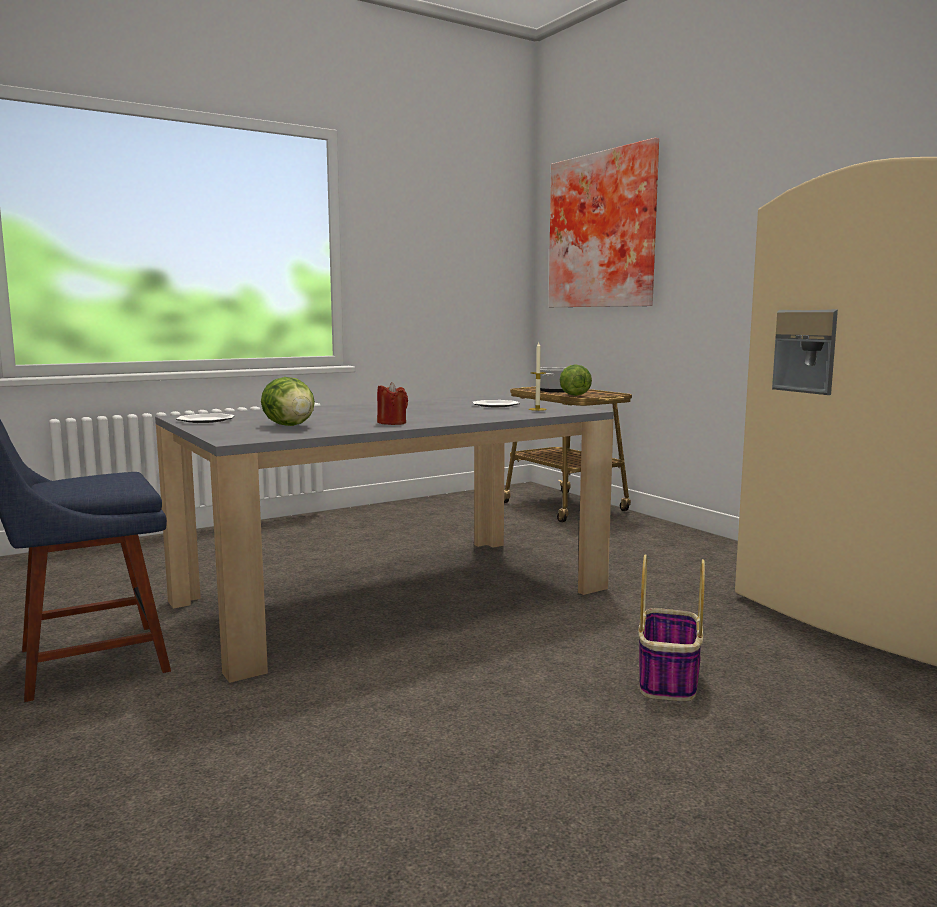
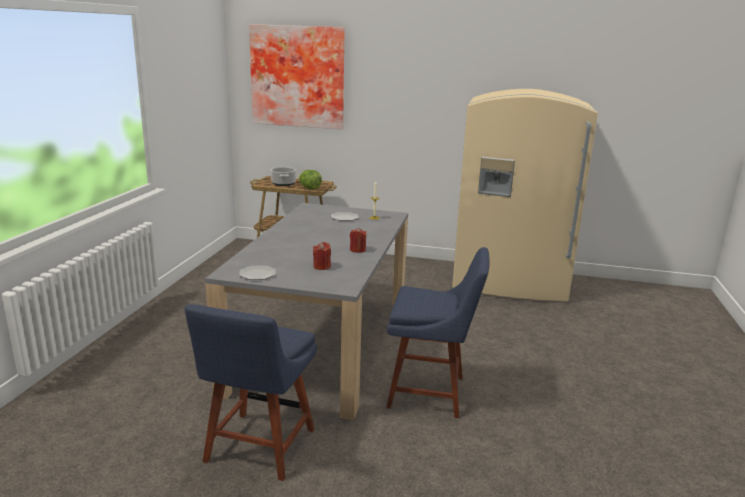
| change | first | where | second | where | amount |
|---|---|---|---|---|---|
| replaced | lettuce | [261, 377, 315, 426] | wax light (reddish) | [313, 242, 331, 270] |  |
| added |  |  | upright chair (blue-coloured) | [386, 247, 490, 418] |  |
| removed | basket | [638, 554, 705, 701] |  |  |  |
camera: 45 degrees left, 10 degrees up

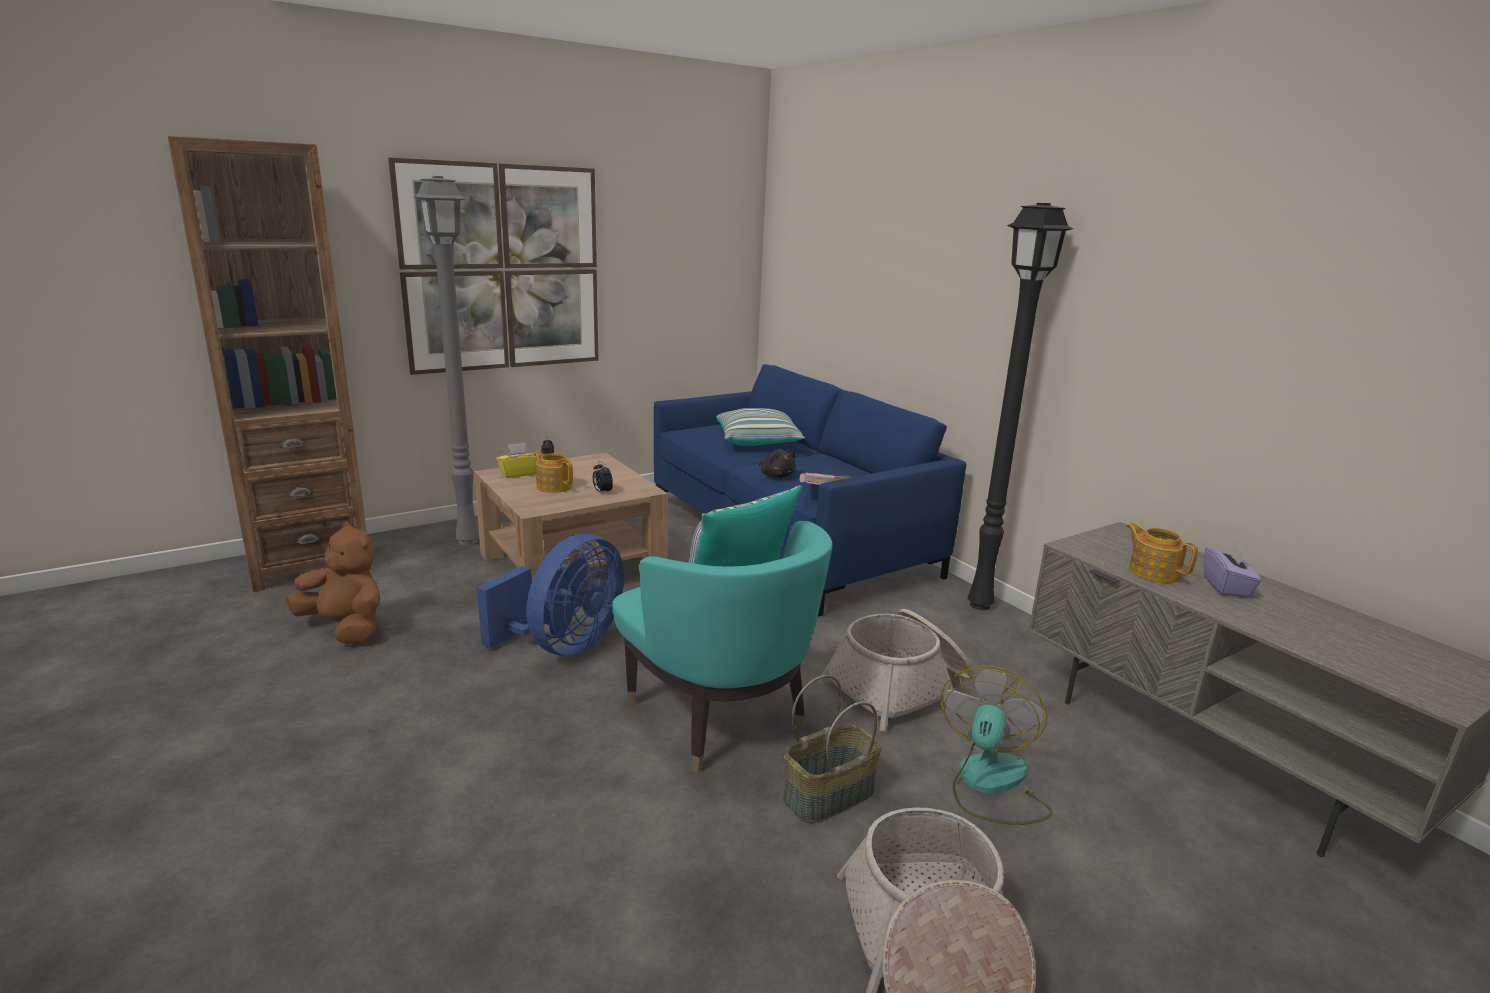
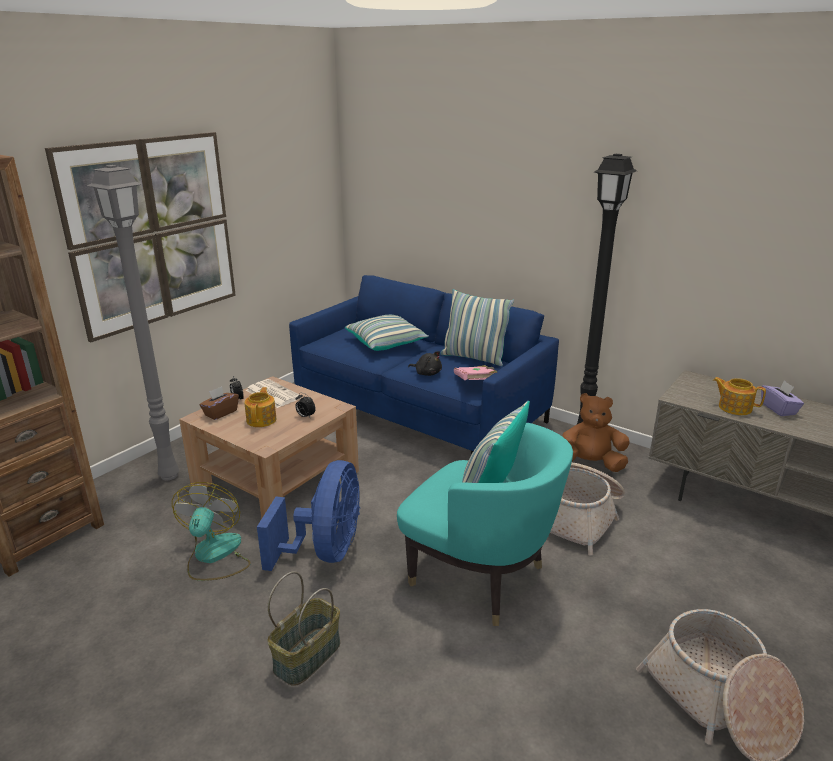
| change | first | where | second | where | amount |
|---|---|---|---|---|---|
| moved | fan | [940, 666, 1053, 825] |  | [172, 482, 251, 581] |  |
| recoloured | tissue holder (yellow) | [496, 443, 537, 478] | tissue holder (brown) | [199, 386, 239, 420] |  |
| turned | pot for tea | [534, 452, 573, 493] |  | [244, 387, 276, 427] | 75 degrees clockwise |
| added |  |  | daily paper | [246, 379, 300, 408] |  |
| moved | basket | [783, 675, 882, 823] |  | [267, 571, 340, 686] |  |
| added |  |  | throw pillow | [440, 289, 514, 366] |  |
| moved | cuddly toy (brown) | [285, 522, 380, 644] |  | [562, 393, 630, 472] |  |
camera: 20 degrees left, 5 degrees up

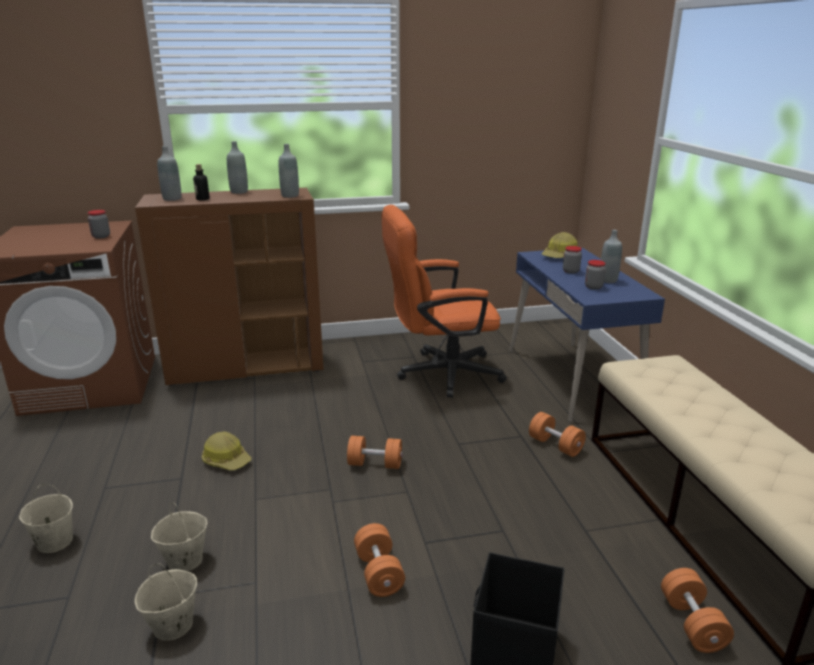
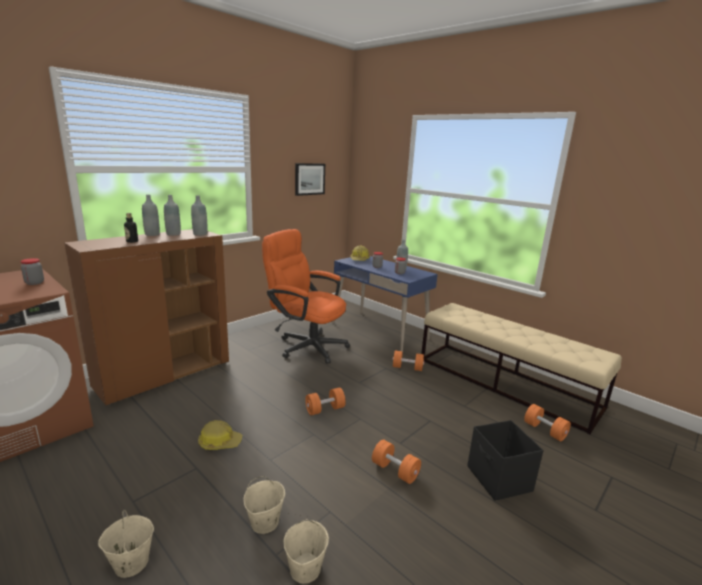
| change | first | where | second | where | amount |
|---|---|---|---|---|---|
| moved | drink bottle (gray) | [157, 146, 181, 201] |  | [164, 195, 181, 236] |  |
| turned | desk chair (orangey) | [382, 205, 507, 398] |  | [262, 229, 350, 364] | 75 degrees clockwise |
| added |  |  | wall picture | [295, 163, 325, 196] |  |
camera: 35 degrees left, 5 degrees down

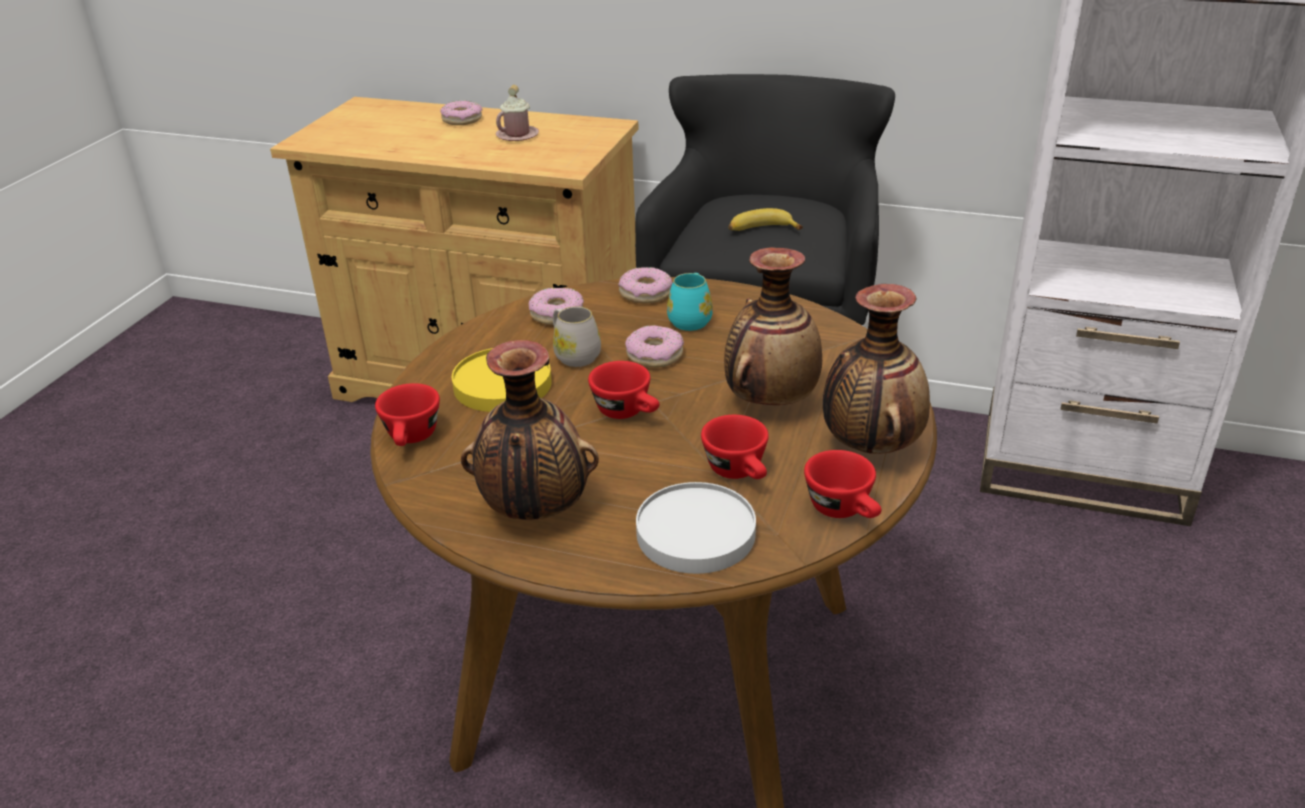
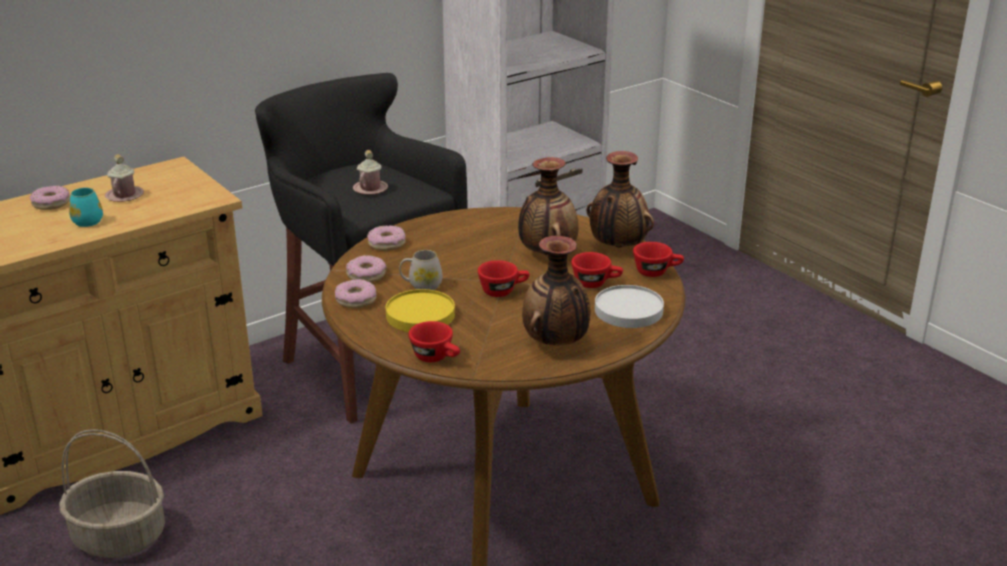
| change | first | where | second | where | amount |
|---|---|---|---|---|---|
| added |  |  | basket | [59, 429, 165, 558] |  |
| moved | mug (blue-green) | [667, 273, 713, 331] |  | [69, 188, 103, 227] |  |
| moved | doughnut | [625, 325, 684, 368] |  | [335, 279, 376, 308] |  |
| replaced | whole banana | [729, 208, 803, 231] | mug (pinkish) | [353, 150, 388, 195] |  |
camera: 55 degrees left, 5 degrees down

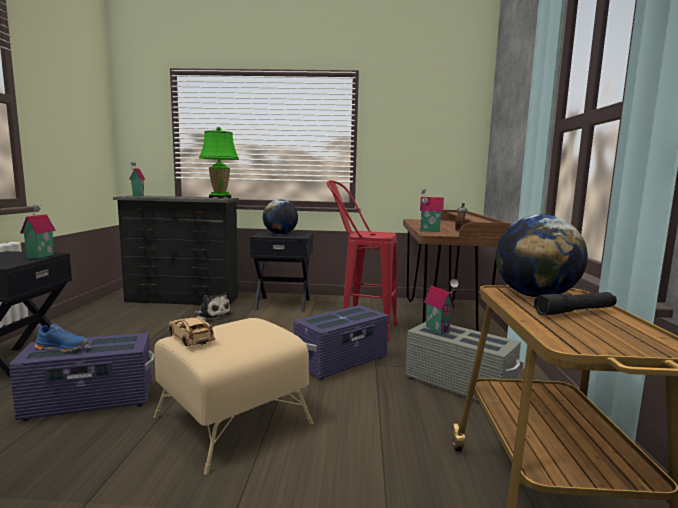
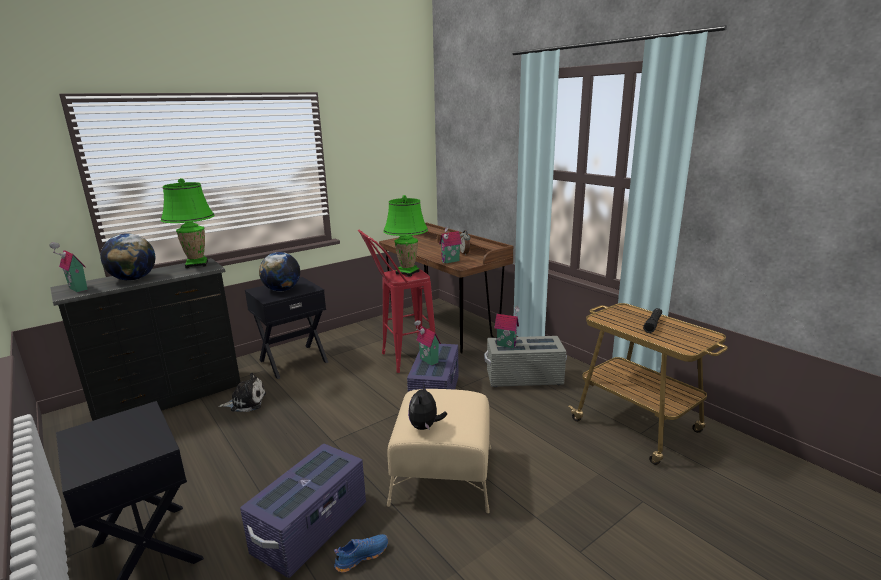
| change | first | where | second | where | amount |
|---|---|---|---|---|---|
| moved | world globe | [495, 214, 588, 297] |  | [100, 233, 155, 281] |  |
| moved | low shoe (blue-coloured) | [35, 324, 89, 352] |  | [334, 534, 388, 573] |  |
| added |  |  | lamp for a table (green-coloured) | [383, 195, 428, 277] |  |
| replaced | miniature car (beige) | [167, 317, 215, 346] | cuddly toy | [408, 383, 447, 430] |  |
| moved | model house | [20, 204, 56, 259] |  | [414, 320, 441, 366] |  |
camera: 40 degrees left, 10 degrees up

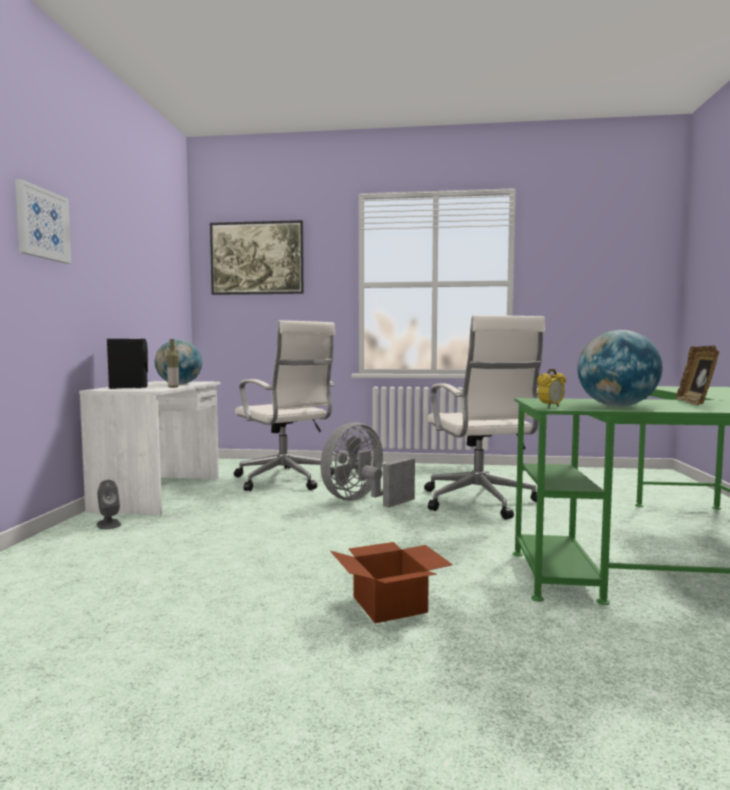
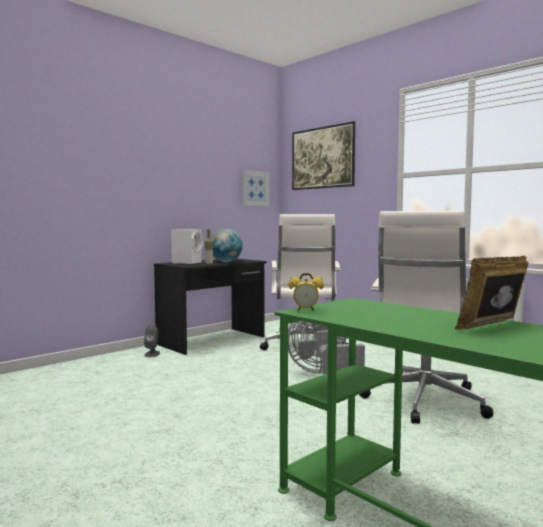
| change | first | where | second | where | amount |
|---|---|---|---|---|---|
| recoloured | desk unit (white-coloured) | [79, 381, 220, 515] | desk unit (black-coloured) | [154, 259, 267, 355] |  |
| recoloured | audio speaker (black-coloured) | [107, 339, 148, 389] | audio speaker (white-coloured) | [171, 229, 203, 264] |  |
| moved | wall picture | [15, 179, 71, 264] |  | [242, 170, 269, 206] |  |
| removed | carton | [330, 542, 453, 624] |  |  |  |
| removed | world globe | [578, 330, 663, 407] |  |  |  |
camera: 40 degrees right, 0 degrees up

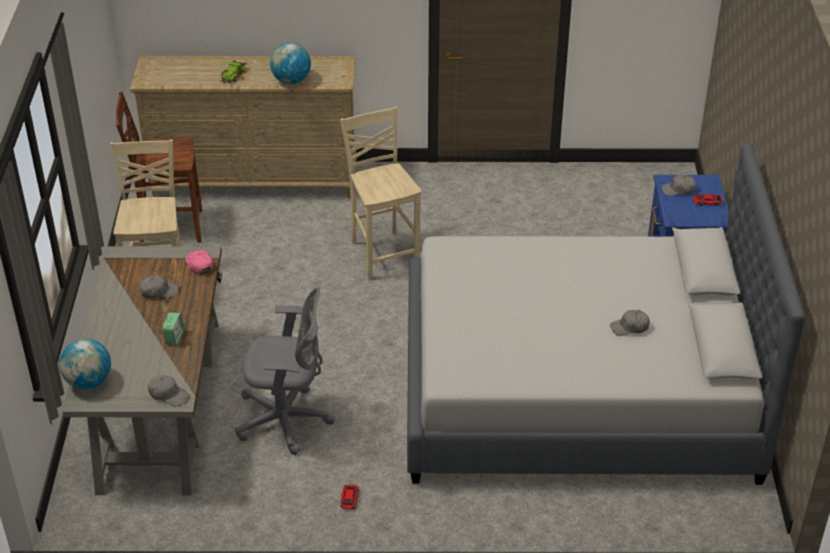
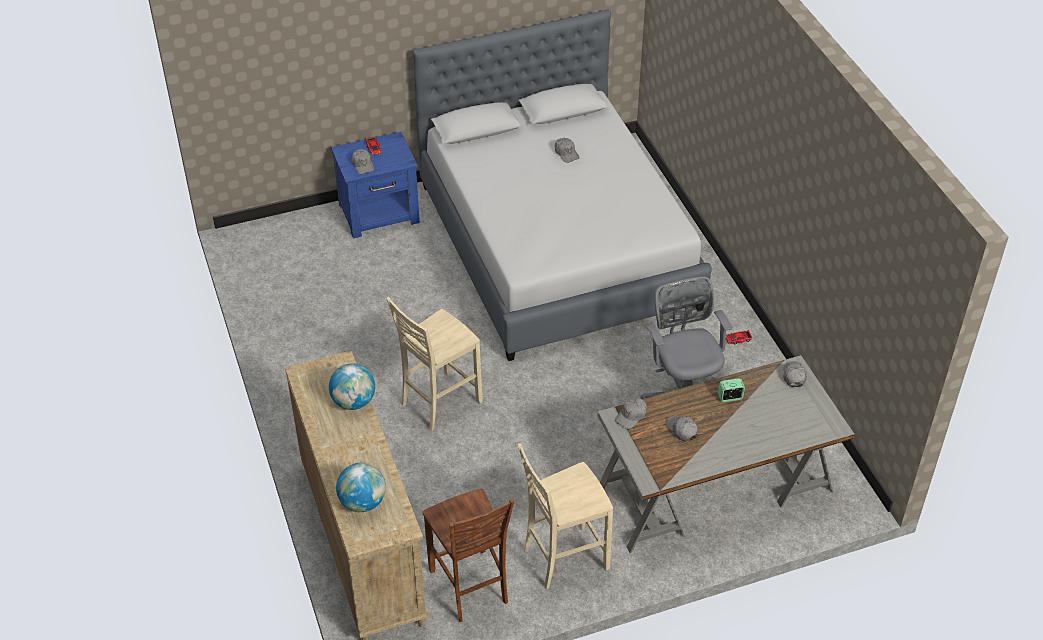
| change | first | where | second | where | amount |
|---|---|---|---|---|---|
| moved | world globe | [59, 339, 111, 389] |  | [336, 463, 386, 512] |  |
| recoloured | baseball cap (pinkish) | [186, 250, 213, 275] | baseball cap (gray) | [615, 398, 647, 429] |  |
| removed | miniature car | [220, 60, 246, 85] |  |  |  |
camera: 110 degrees left, 5 degrees up

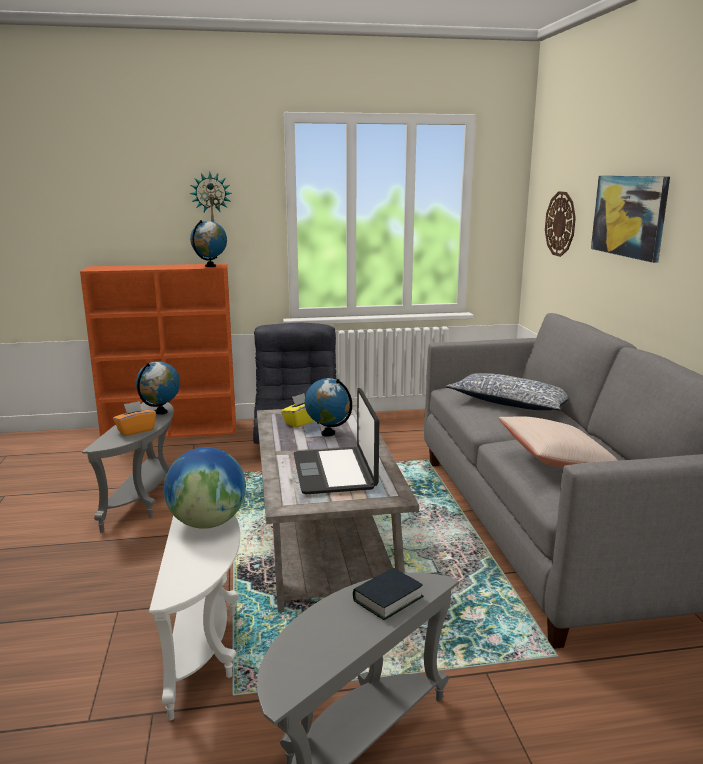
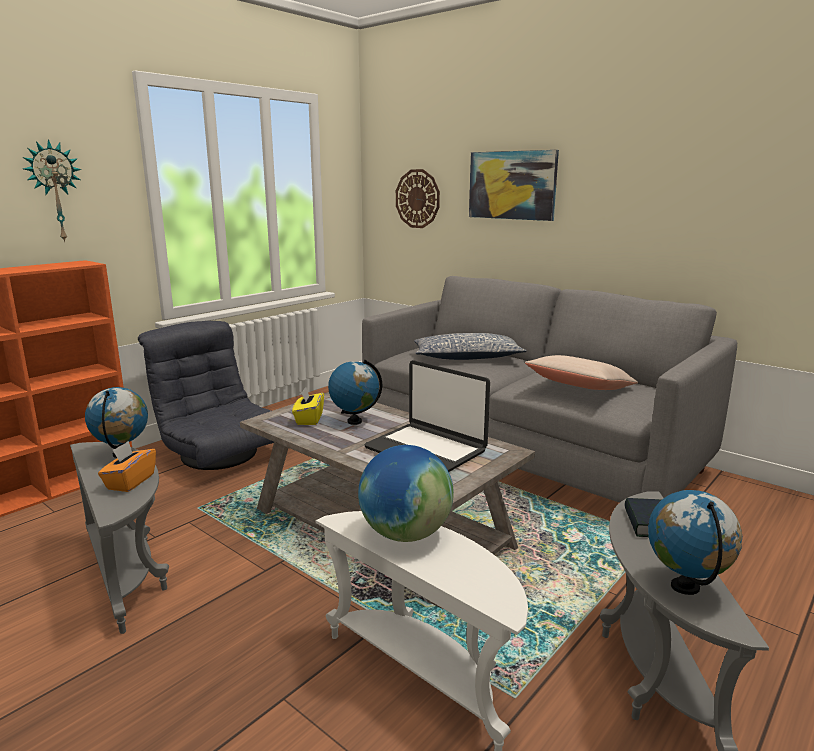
| change | first | where | second | where | amount |
|---|---|---|---|---|---|
| moved | world globe | [190, 220, 227, 267] |  | [648, 490, 742, 595] |  |
camera: 40 degrees left, 0 degrees up

